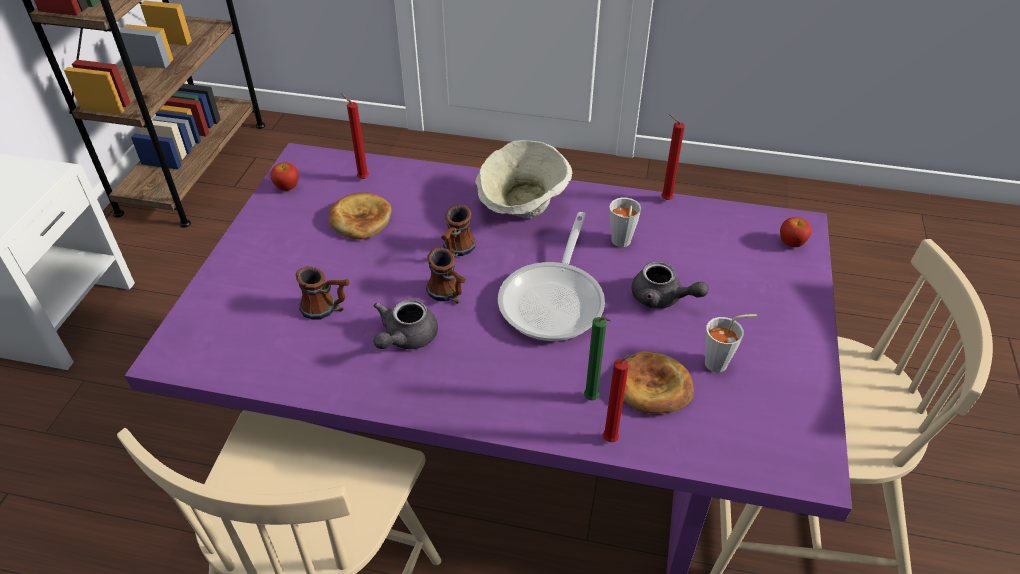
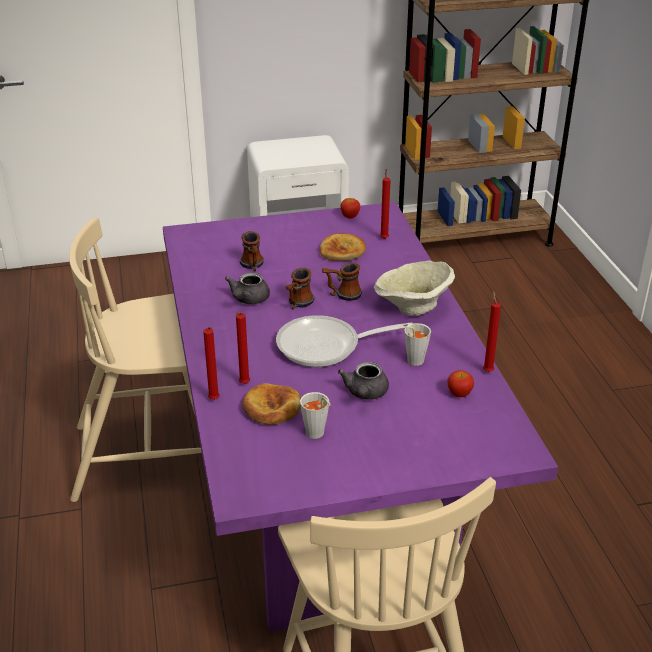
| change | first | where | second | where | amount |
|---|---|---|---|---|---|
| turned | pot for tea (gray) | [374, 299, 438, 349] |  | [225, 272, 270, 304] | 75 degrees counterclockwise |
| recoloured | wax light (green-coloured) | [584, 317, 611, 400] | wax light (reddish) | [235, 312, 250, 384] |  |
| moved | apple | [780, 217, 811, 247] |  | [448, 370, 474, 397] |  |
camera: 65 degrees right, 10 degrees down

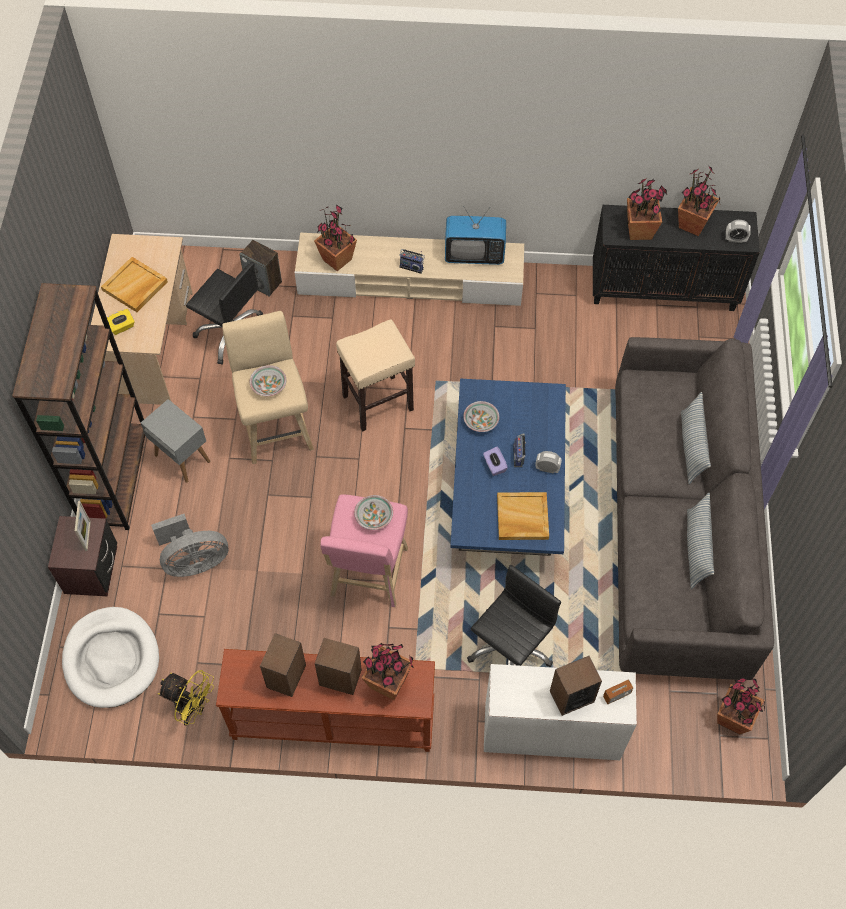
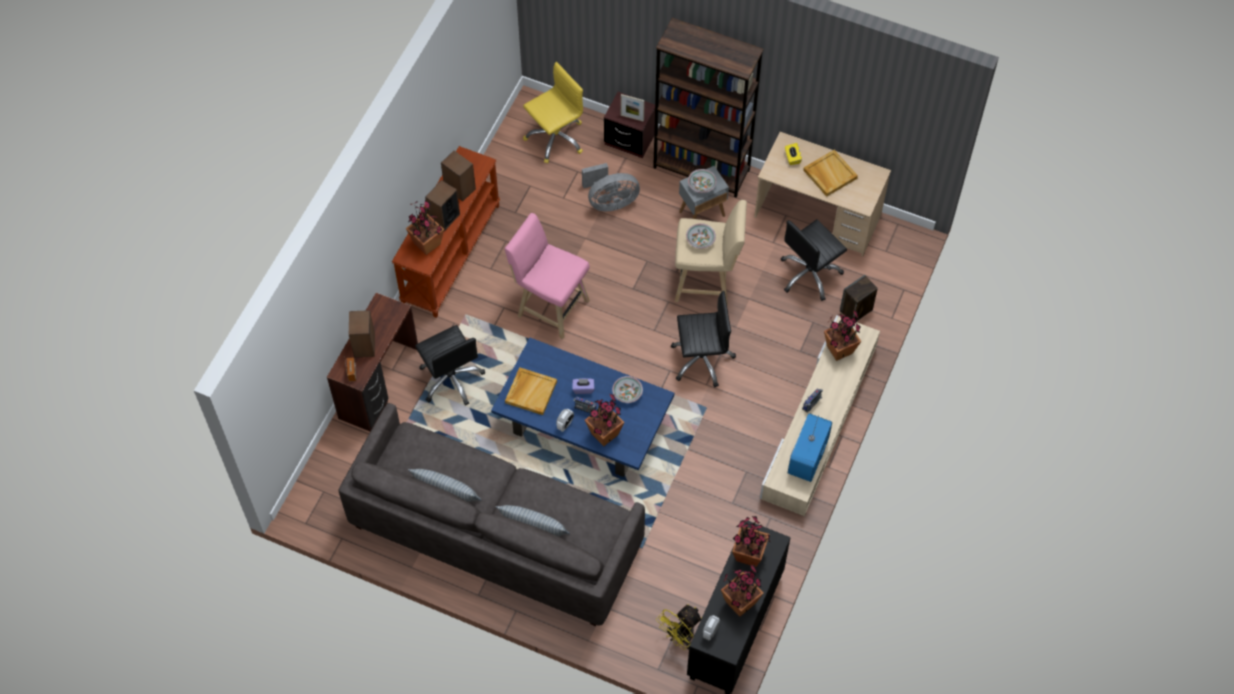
| change | first | where | second | where | amount |
|---|---|---|---|---|---|
| recoloured | desk unit (white-coloured) | [484, 664, 637, 760] | desk unit (brown) | [327, 293, 418, 432] |  |
| replaced | dog bed (white-coloured) | [62, 607, 159, 708] | desk chair (yellow) | [523, 62, 583, 163] |  |
| turned | fan (gray) | [151, 514, 228, 577] |  | [582, 163, 640, 211] | 105 degrees counterclockwise |
| moved | potted plant | [717, 677, 765, 734] |  | [585, 394, 625, 446] |  |
| moved | fan (yellow) | [158, 670, 214, 726] |  | [656, 604, 702, 650] |  |
| replaced | stool seat (beige) | [336, 320, 415, 432] | desk chair (black-coloured) | [671, 291, 736, 387] |  |
| moved | bowl | [354, 495, 393, 530] |  | [688, 169, 717, 193] |  |
camera: 110 degrees right, 0 degrees up

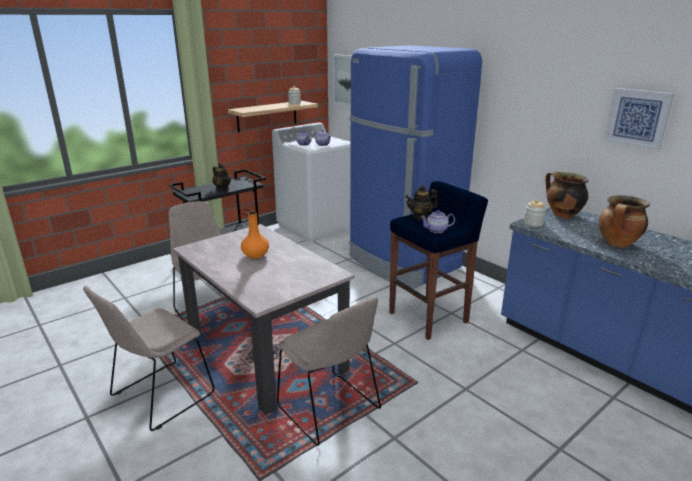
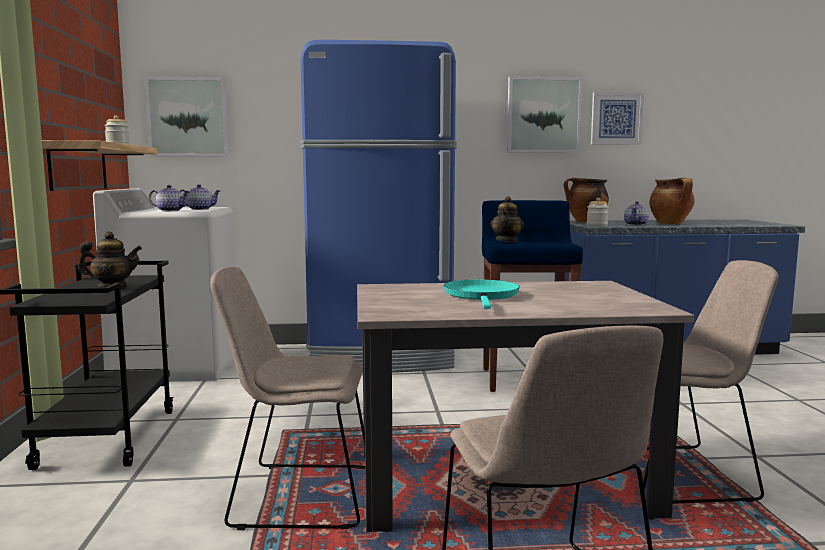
| change | first | where | second | where | amount |
|---|---|---|---|---|---|
| replaced | vase (orangey) | [241, 212, 269, 258] | frying pan (blue-green) | [444, 279, 520, 309] |  |
| added |  |  | wall picture | [507, 76, 583, 153] |  |
| moved | pot for tea | [420, 210, 455, 233] |  | [624, 201, 649, 225] |  |
camera: 55 degrees left, 15 degrees down

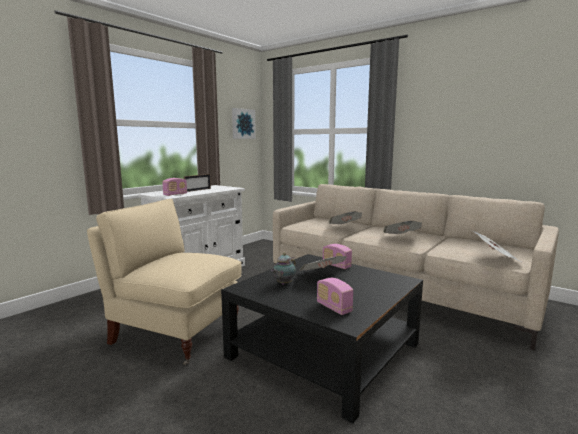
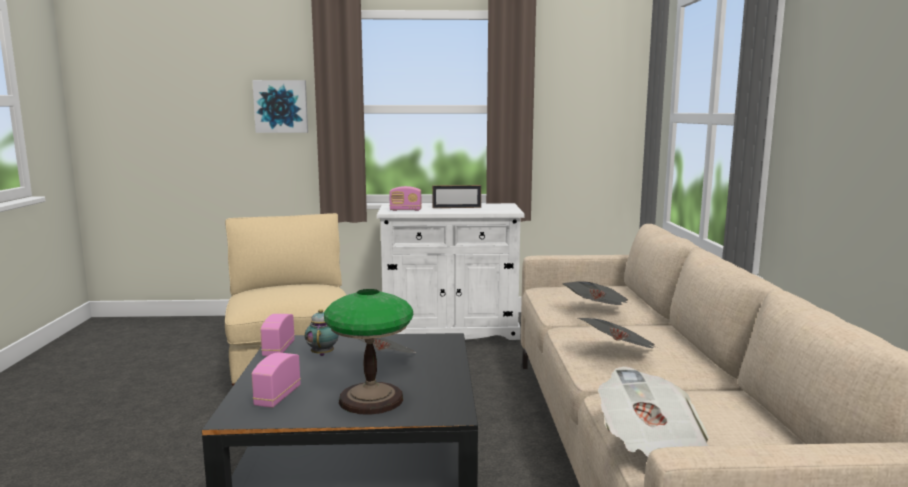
| change | first | where | second | where | amount |
|---|---|---|---|---|---|
| moved | wall picture | [232, 108, 256, 139] |  | [252, 80, 308, 133] |  |
| moved | radio | [322, 244, 352, 269] |  | [260, 314, 295, 356] |  |
| turned | pot for tea | [271, 253, 296, 285] |  | [305, 309, 339, 356] | 90 degrees clockwise |
| added |  |  | lamp for a table | [324, 289, 413, 415] |  |
camera: 50 degrees right, 0 degrees up

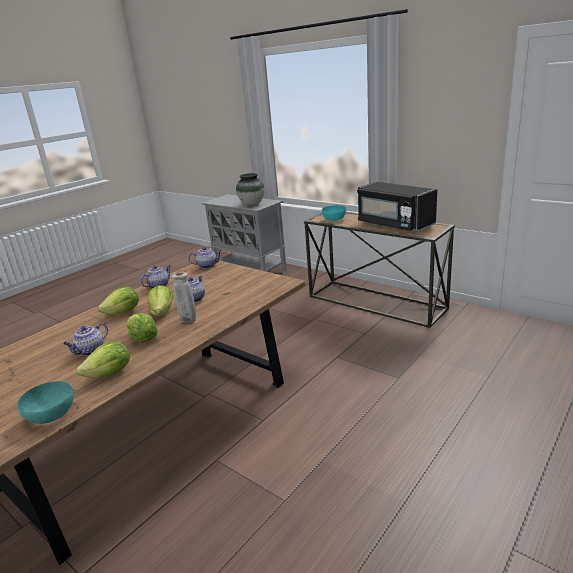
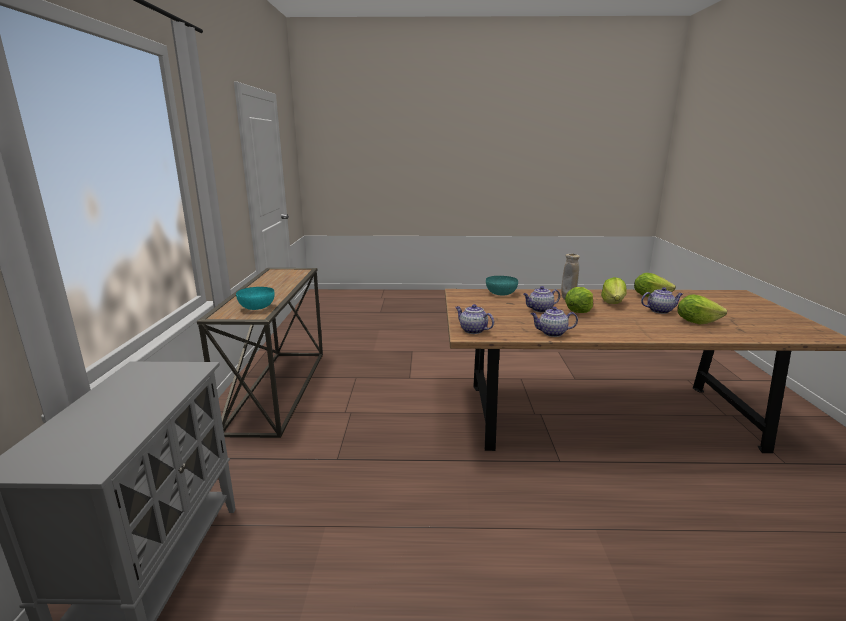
| change | first | where | second | where | amount |
|---|---|---|---|---|---|
| moved | bowl (blue-green) | [17, 381, 73, 424] |  | [486, 276, 518, 295] |  |
| moved | lettuce | [97, 287, 139, 315] |  | [677, 294, 727, 324] |  |
| removed | vase | [236, 173, 264, 206] |  |  |  |
| removed | kitchen microwave (black-coloured) | [357, 182, 437, 232] |  |  |  |
camera: 130 degrees left, 5 degrees down

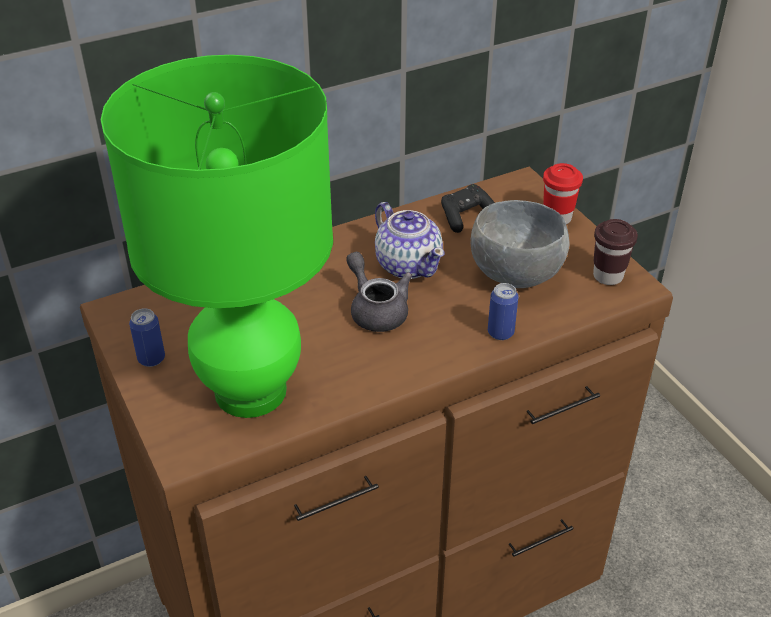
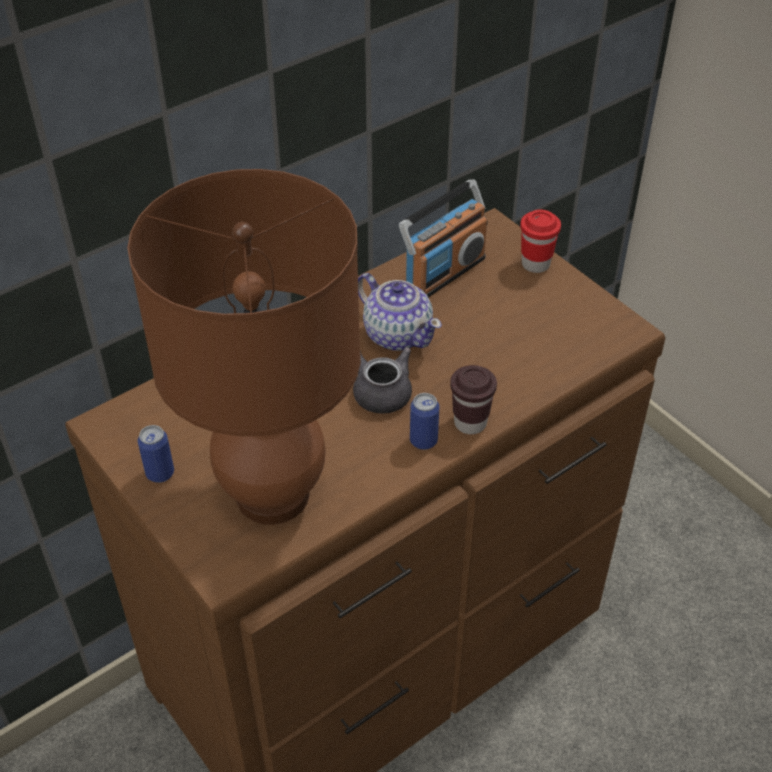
| change | first | where | second | where | amount |
|---|---|---|---|---|---|
| recoloured | lamp for a table (green-coloured) | [101, 55, 333, 418] | lamp for a table (brown) | [127, 169, 361, 525] |  |
| replaced | gamepad (black-coloured) | [441, 184, 495, 233] | radio | [399, 179, 488, 297] |  |
| moved | sealed can | [488, 283, 519, 340] |  | [410, 393, 439, 450] |  |
| moved | cup (brown) | [593, 219, 638, 285] |  | [450, 365, 497, 434] |  |
| removed | bowl (gray) | [471, 200, 569, 288] |  |  |  |
camera: 10 degrees left, 5 degrees up

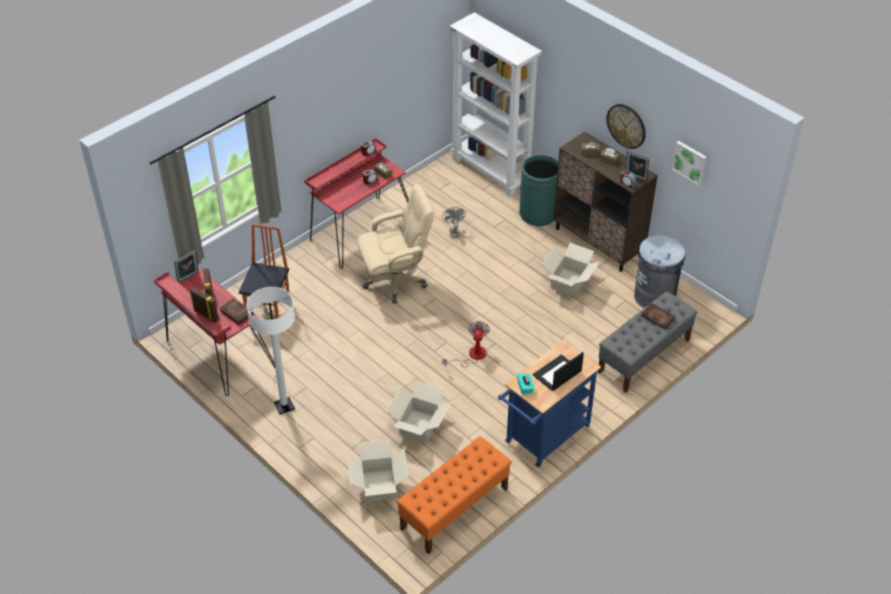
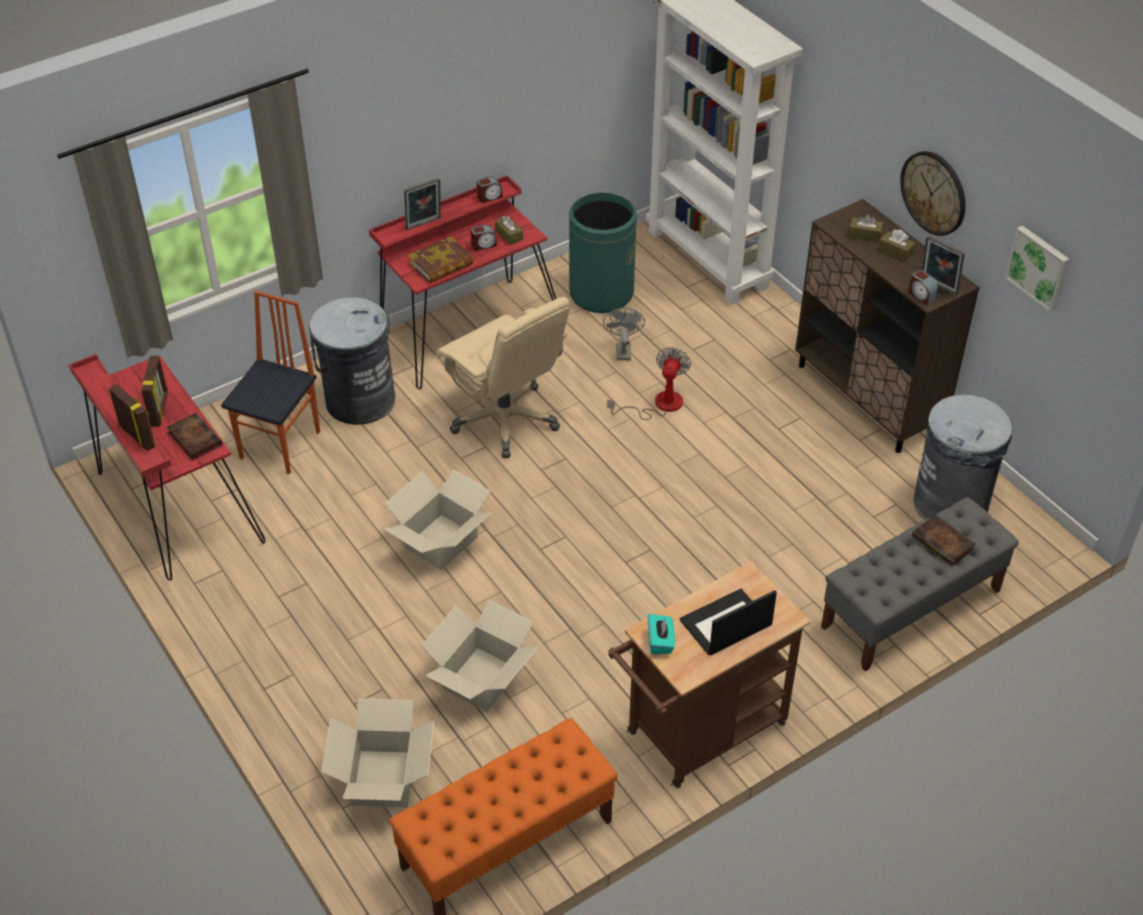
| change | first | where | second | where | amount |
|---|---|---|---|---|---|
| added |  |  | rubbish bin (gray) | [309, 297, 395, 425] |  |
| moved | carton | [542, 243, 600, 296] |  | [384, 469, 492, 570] |  |
| moved | picture frame | [174, 250, 199, 283] |  | [404, 178, 441, 230] |  |
| added |  |  | volume | [408, 236, 473, 283] |  |
| turned | desk chair (beige) | [357, 184, 434, 304] |  | [436, 297, 570, 458] | 60 degrees clockwise |
| moved | rubbish bin (green-coloured) | [519, 155, 558, 226] |  | [569, 193, 637, 313] |  |
| moved | fan | [442, 321, 490, 367] |  | [607, 347, 691, 420] |  |
| recoloured | wheeled cart (blue-coloured) | [498, 340, 601, 467] | wheeled cart (brown) | [608, 561, 811, 788] |  |
| removed | floor lamp (white-coloured) | [246, 287, 295, 415] |  |  |  |
camera: 10 degrees right, 0 degrees up

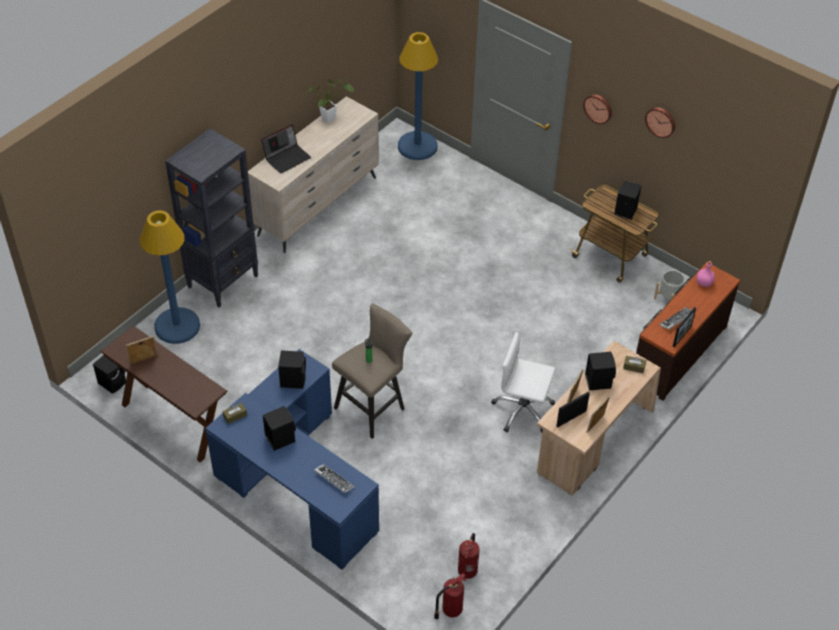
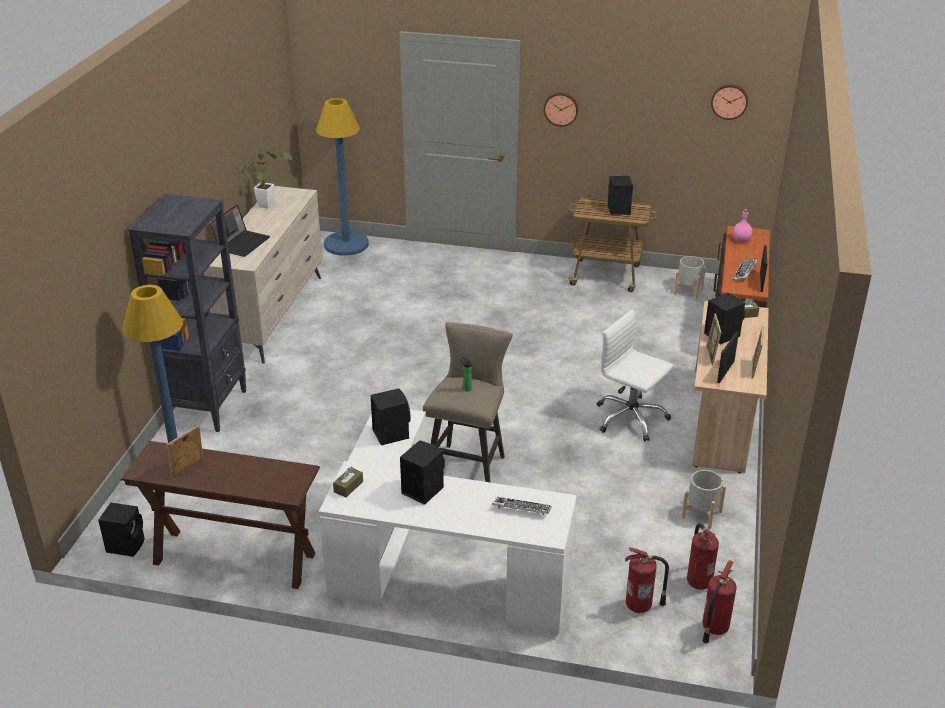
| change | first | where | second | where | amount |
|---|---|---|---|---|---|
| recoloured | desk unit (blue-coloured) | [205, 349, 379, 570] | desk unit (white-coloured) | [319, 410, 577, 636] |  |
| turned | desk chair (white-coloured) | [491, 332, 556, 433] |  | [597, 309, 674, 441] | 45 degrees clockwise |
| added |  |  | fire extinguisher | [625, 547, 669, 613] |  |
| added |  |  | plant pot (gray) | [681, 470, 726, 529] |  |
| moved | wall clock | [645, 107, 676, 138] |  | [711, 84, 748, 120] |  |
camera: 25 degrees left, 15 degrees down

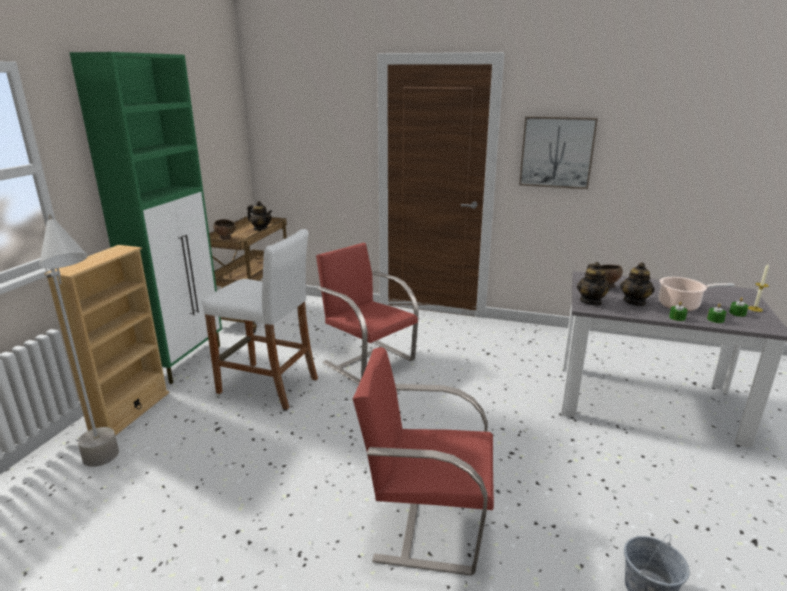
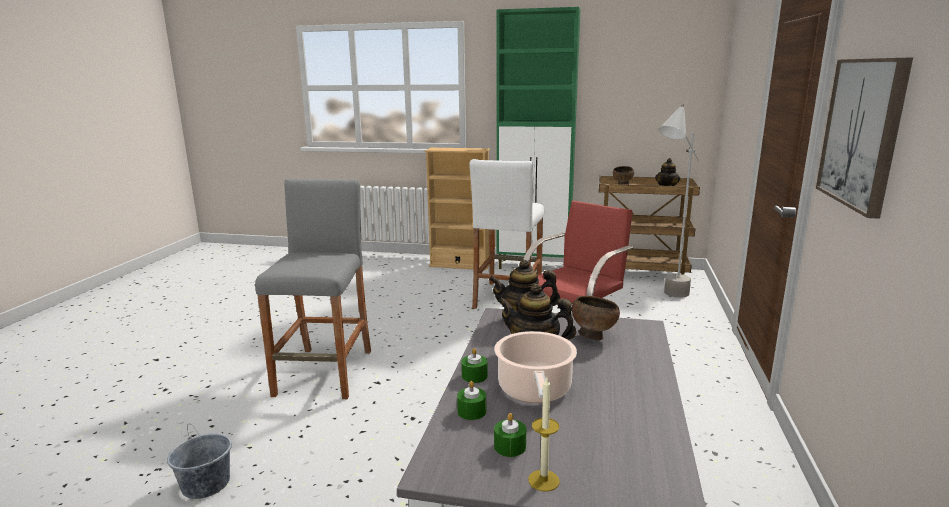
| change | first | where | second | where | amount |
|---|---|---|---|---|---|
| replaced | upright chair (reddish) | [353, 347, 494, 576] | stool seat (gray) | [255, 179, 371, 399] |  |
| moved | floor lamp (gray) | [39, 215, 119, 467] |  | [658, 104, 699, 298] |  |
camera: 85 degrees right, 5 degrees down

